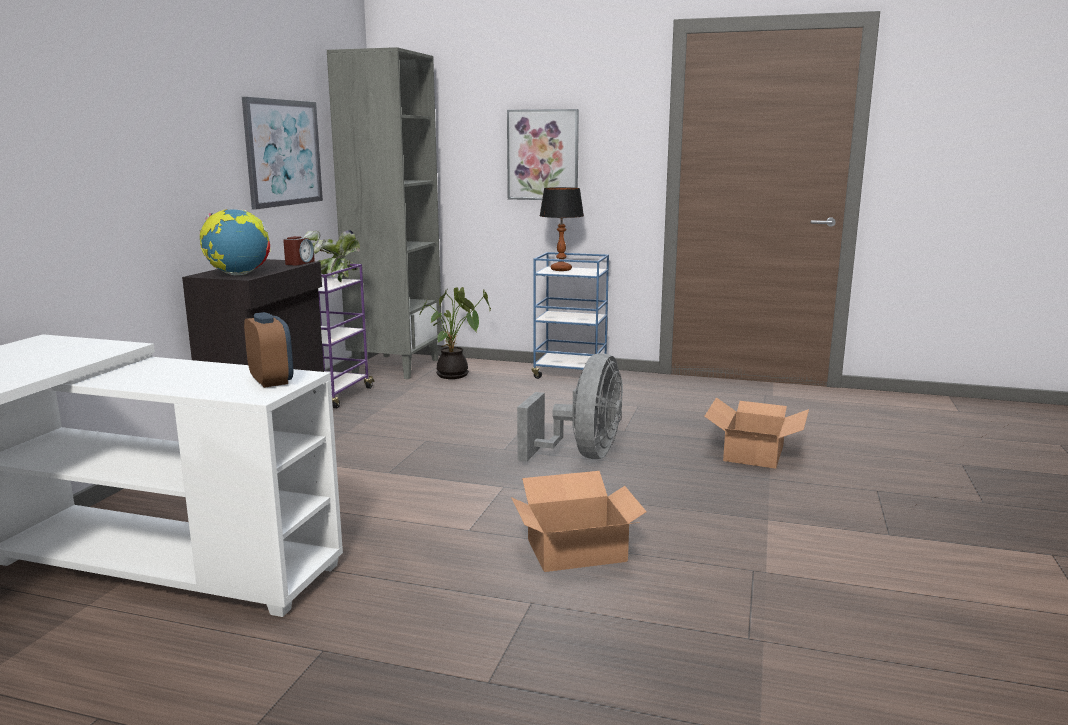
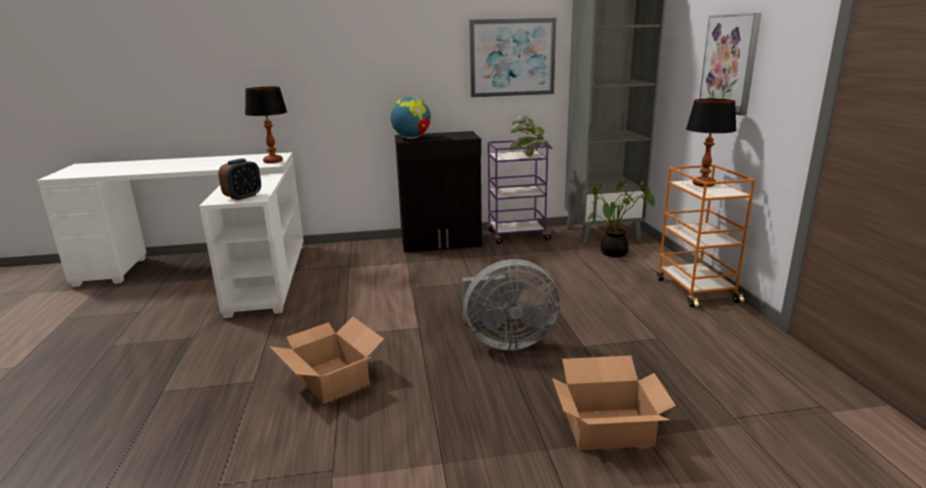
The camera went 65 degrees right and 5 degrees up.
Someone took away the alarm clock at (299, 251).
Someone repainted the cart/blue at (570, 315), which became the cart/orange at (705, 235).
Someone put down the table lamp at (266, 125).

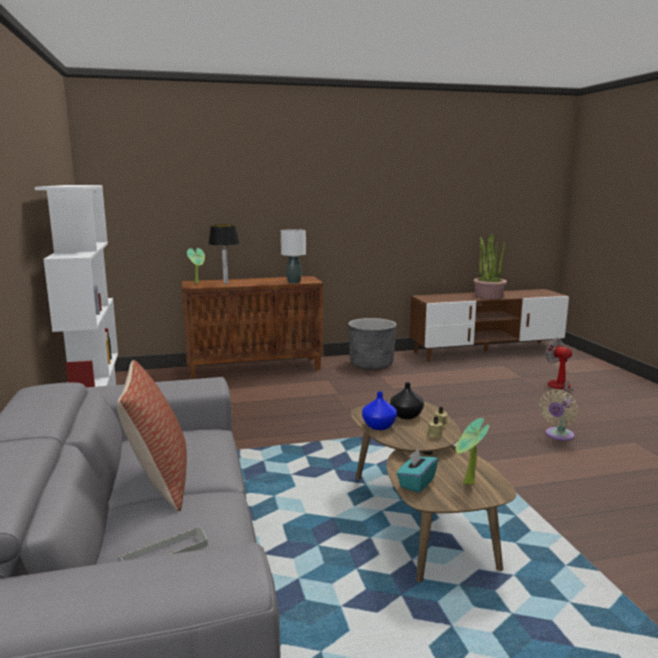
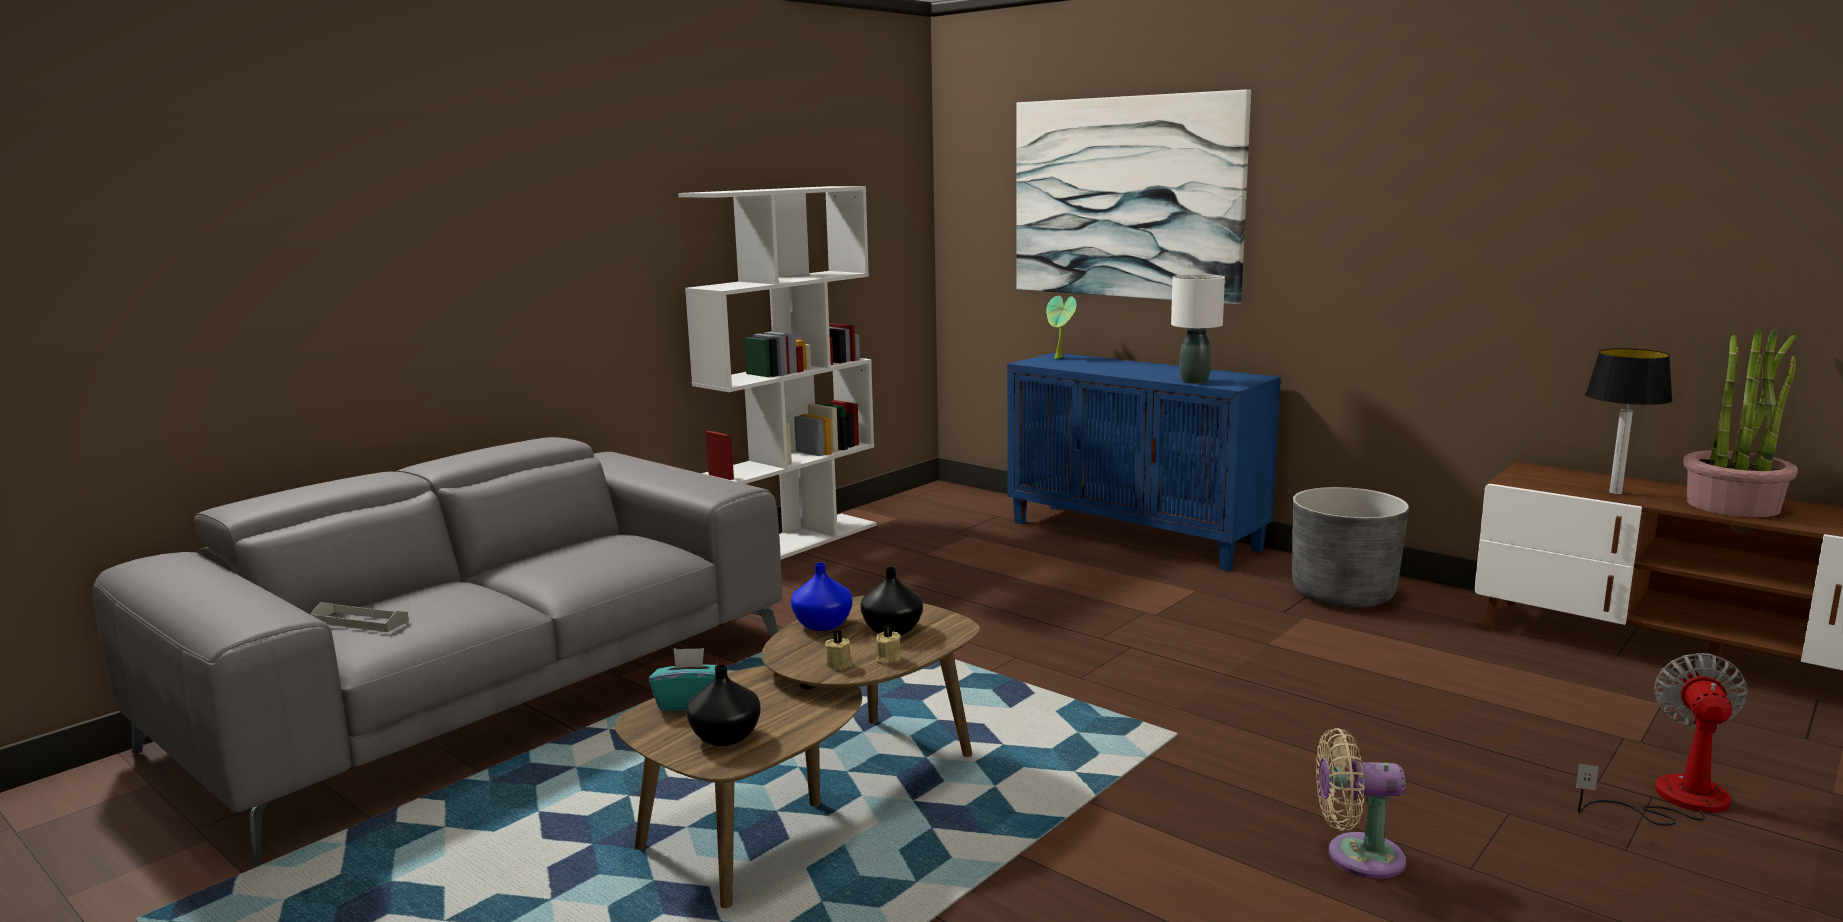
The camera went 55 degrees right and 0 degrees up.
Someone carried the table lamp from (224, 254) to (1629, 421).
Someone repainted the cabinet/brown at (253, 327), which became the cabinet/blue at (1144, 461).
Someone took away the pillow at (152, 435).
Someone swapped the potted plant at (472, 451) for the vase/black at (723, 705).
Someone put up the picture at (1133, 197).

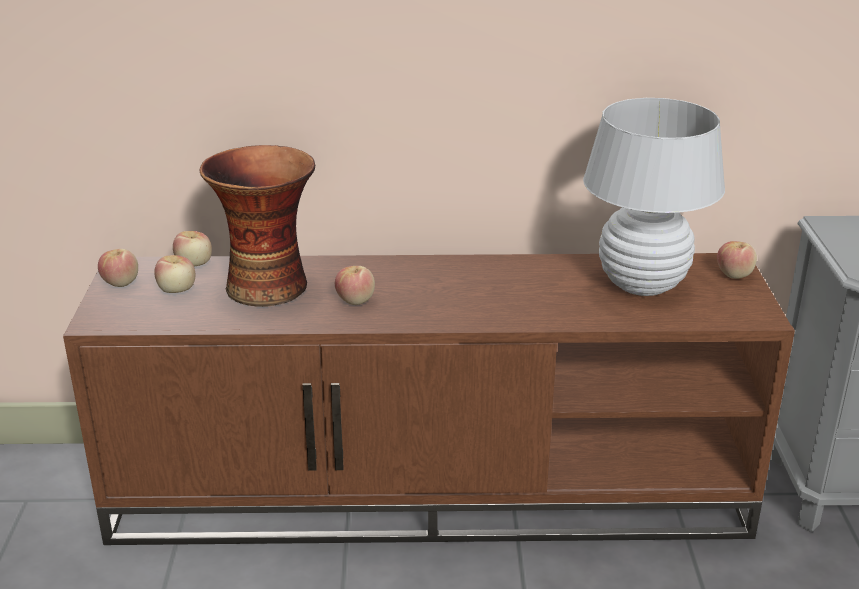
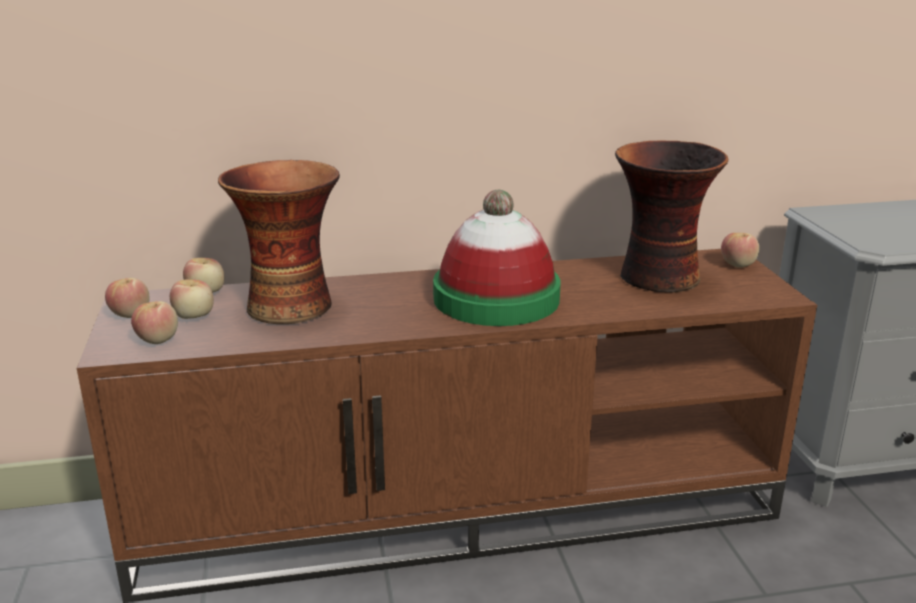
The camera went 10 degrees left and 5 degrees down.
Someone swapped the table lamp/white at (654, 197) for the vase at (671, 216).
Someone carried the apple from (355, 285) to (154, 322).
Someone put down the hat at (496, 258).

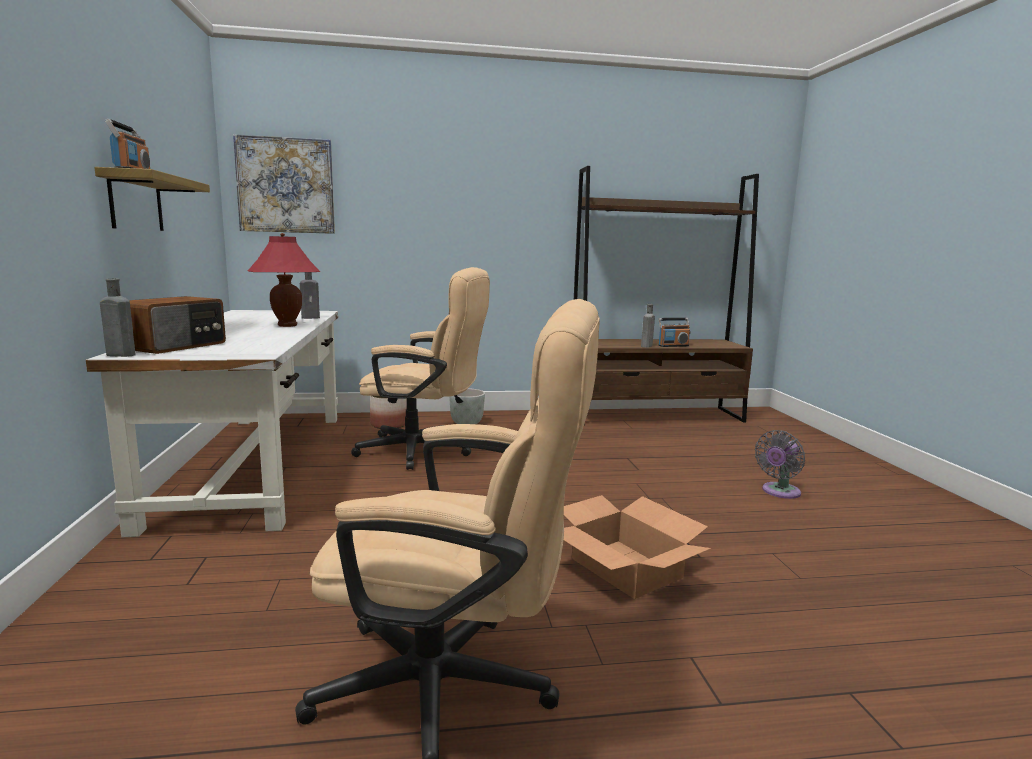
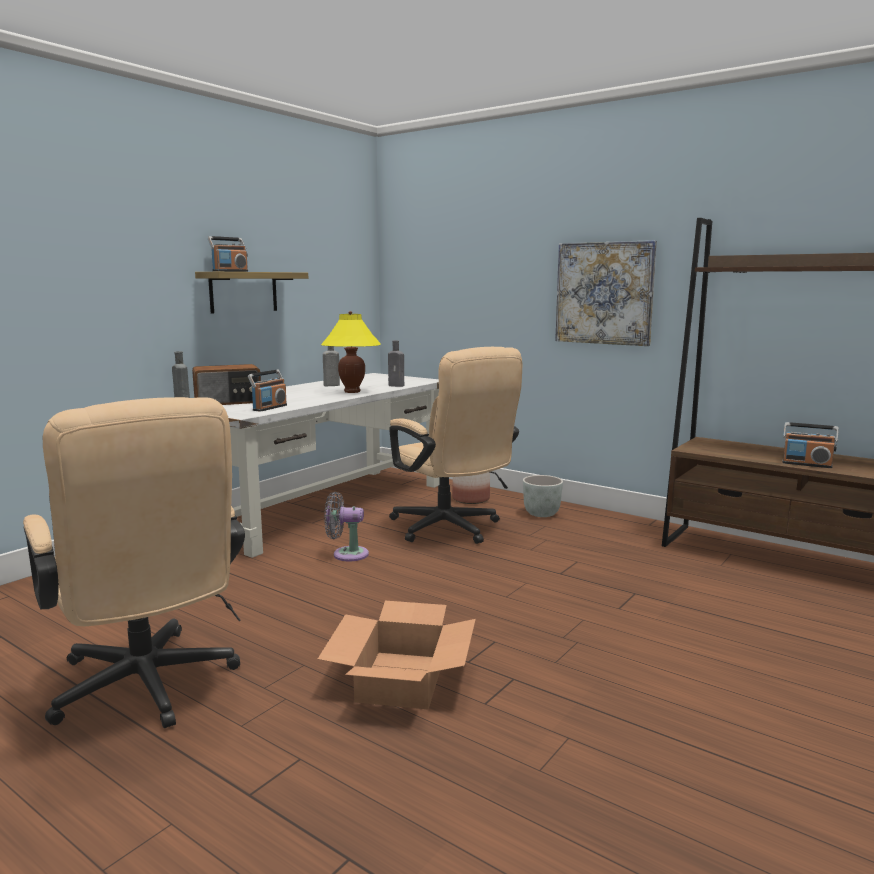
The camera went 45 degrees right and 0 degrees up.
Someone carried the picture from (284, 184) to (606, 293).
Someone repainted the table lamp/red at (284, 280), which became the table lamp/yellow at (351, 352).
Someone carried the bottle/grey from (648, 326) to (331, 366).
Someone carried the fan/grey from (780, 464) to (347, 526).
Someone put down the radio at (267, 391).

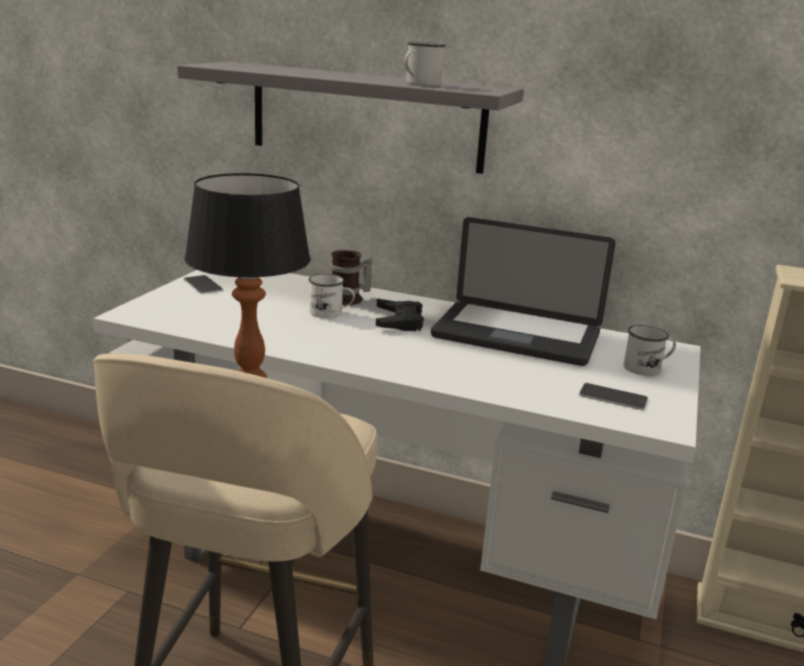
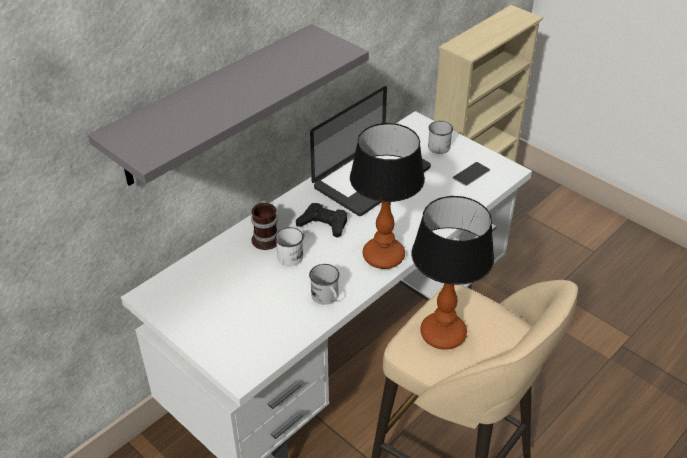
The camera went 65 degrees left and 20 degrees up.
Someone carried the mug/white from (425, 64) to (324, 284).
Someone took away the phone at (203, 284).
Someone put down the table lamp at (387, 196).

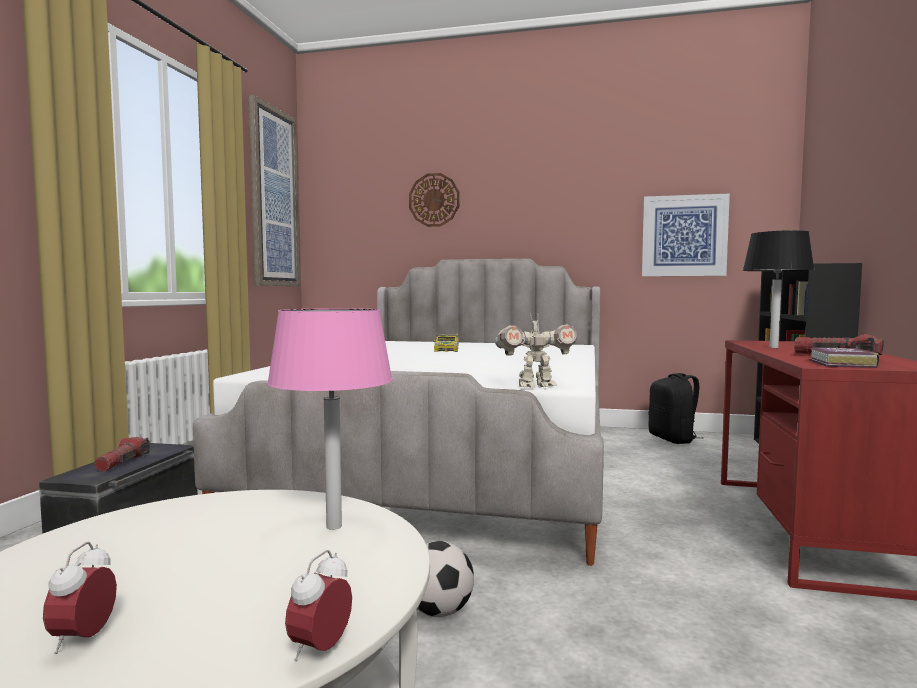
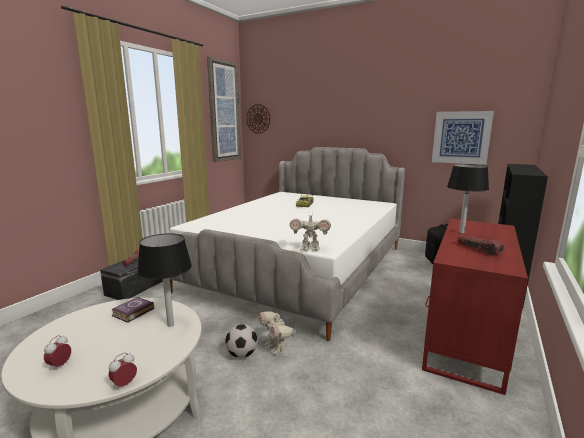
The camera went 15 degrees right and 10 degrees up.
Someone carried the wall clock from (434, 200) to (258, 119).
Someone repainted the table lamp/pink at (330, 419), which became the table lamp/black at (164, 280).
Someone carried the book from (844, 357) to (132, 310).
Someone put down the toy robot at (276, 332).

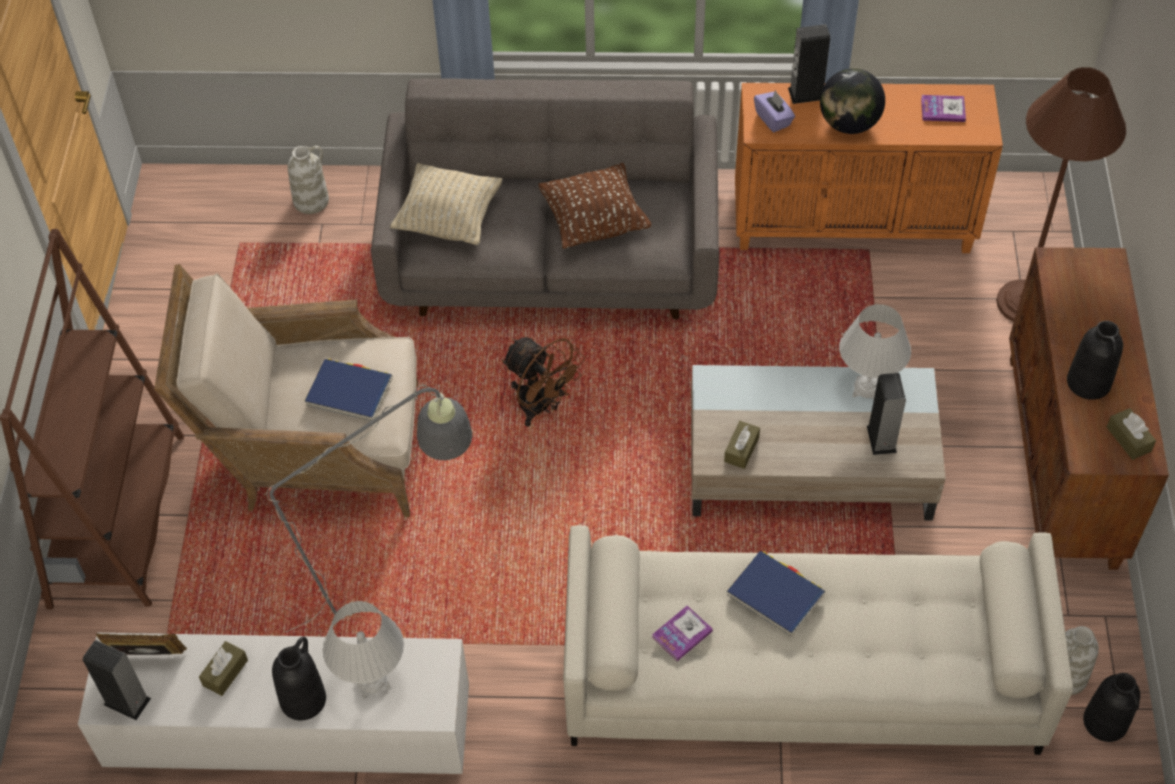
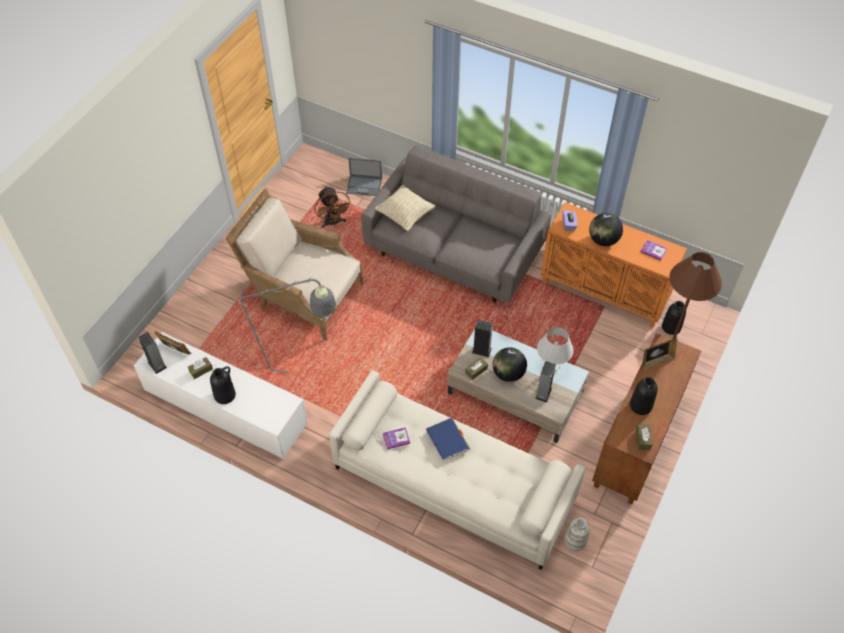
The camera went 25 degrees right and 0 degrees up.
Someone carried the speaker from (809, 64) to (482, 338).
Someone swapped the vase/white at (308, 180) for the laptop at (364, 177).
Someone took away the pillow/brown at (594, 206).
Someone took away the bookcase/brown at (92, 419).
Someone carried the fan/brown from (543, 381) to (333, 207).
Someone took away the book/blue at (348, 390).
Someone took away the table lamp/white at (363, 650).
Someone carried the vase/black from (1111, 707) to (674, 318).
Someone put down the picture frame at (659, 354).
Someone put down the globe at (509, 364).

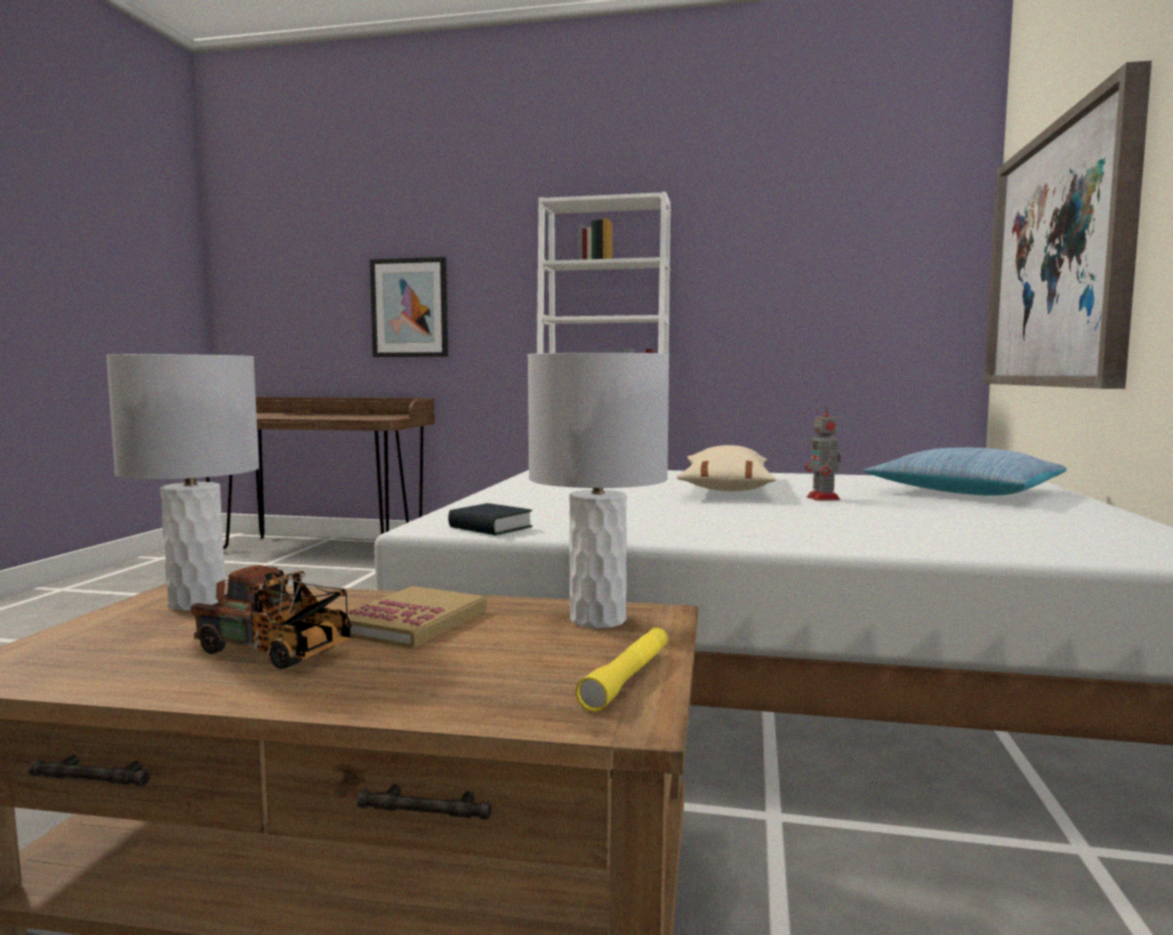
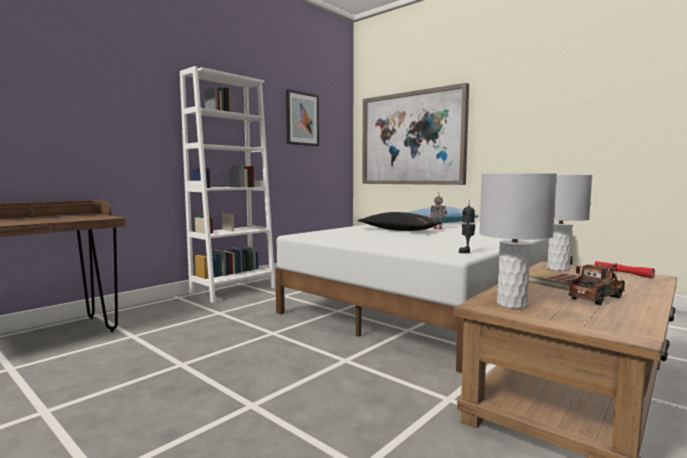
The camera went 60 degrees left and 0 degrees up.
Someone carried the picture from (409, 307) to (302, 117).
Someone repainted the pillow/beige at (726, 468), which became the pillow/black at (400, 221).
Someone swapped the book at (490, 519) for the toy robot at (467, 229).
Someone repainted the flashlight/yellow at (622, 669), which became the flashlight/red at (624, 269).

